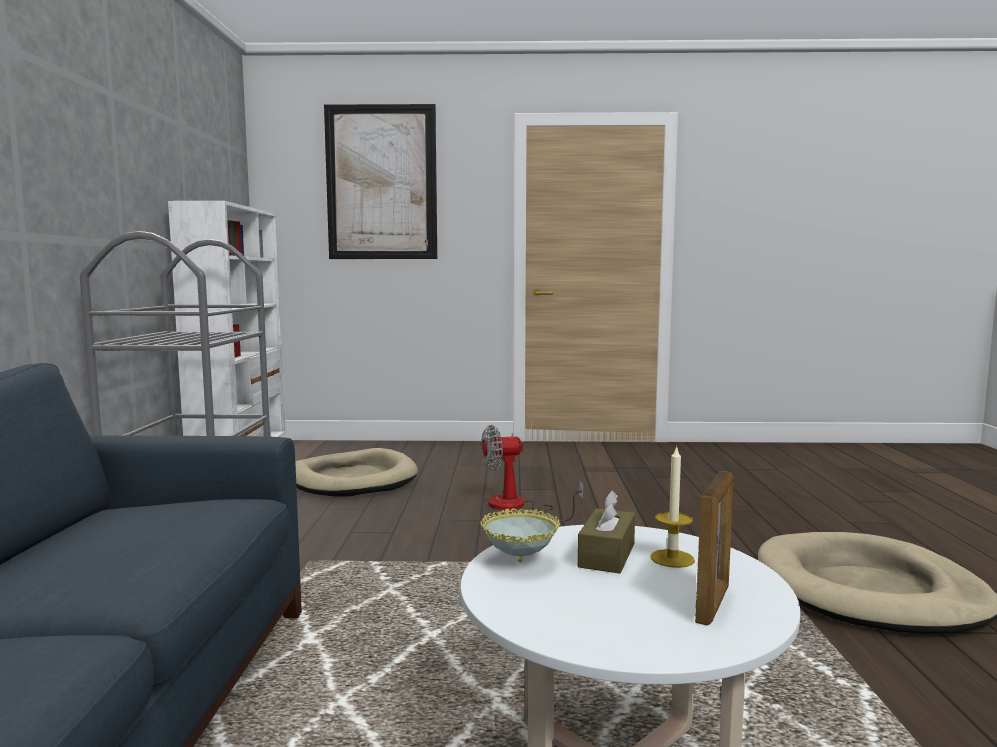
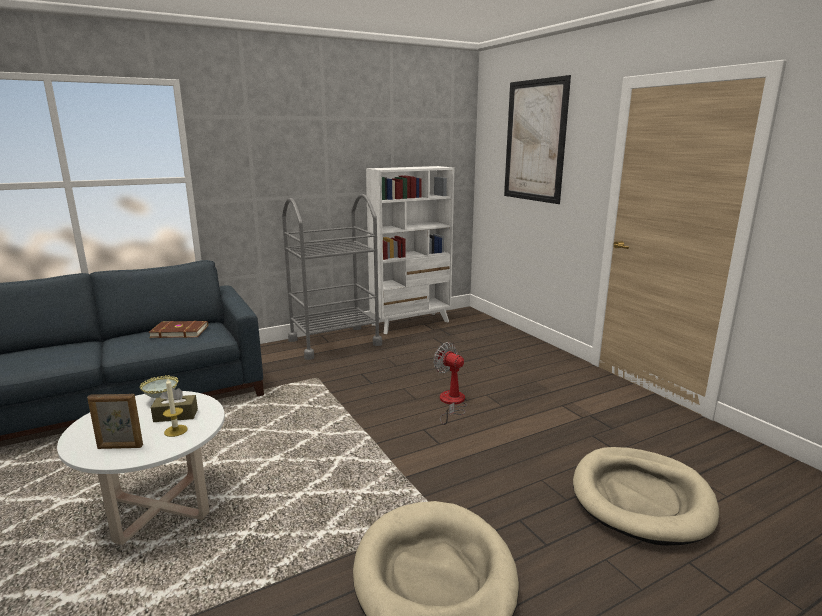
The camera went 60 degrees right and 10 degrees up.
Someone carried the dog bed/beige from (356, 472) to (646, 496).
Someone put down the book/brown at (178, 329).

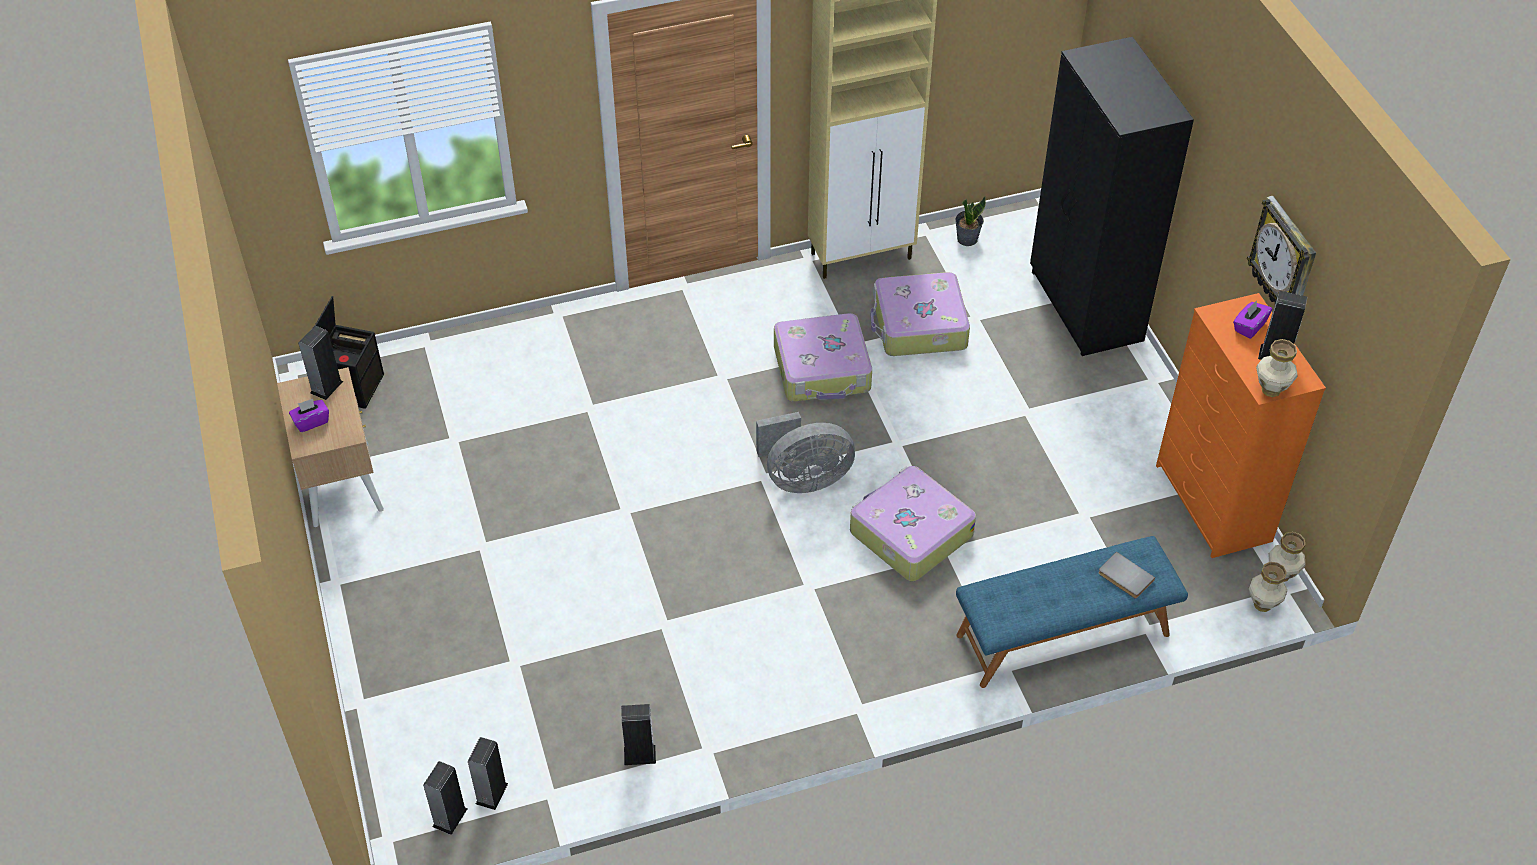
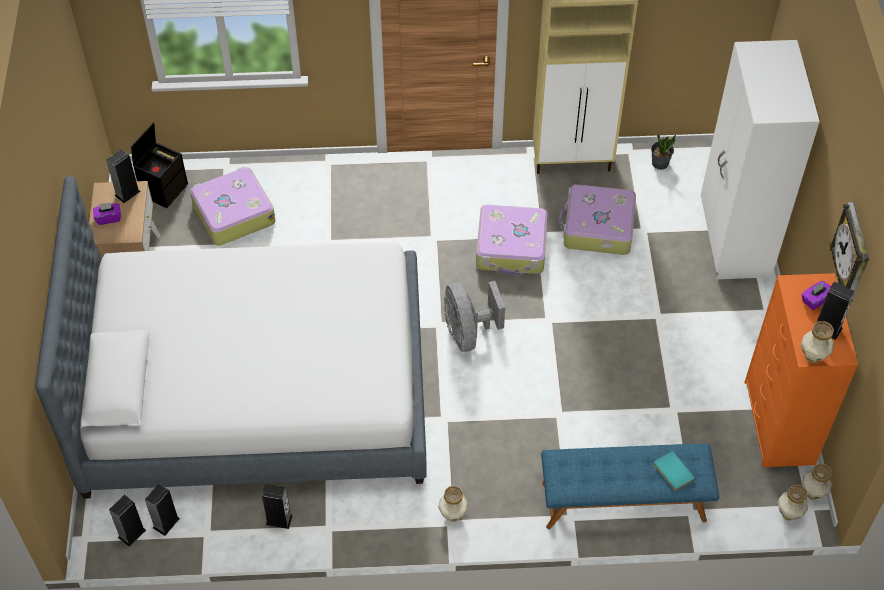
The camera went 15 degrees right and 5 degrees up.
Someone repainted the wardrobe/black at (1112, 196), which became the wardrobe/white at (760, 159).
Someone rotated the fan/grey at (805, 452) by 75 degrees clockwise.
Someone carried the suitcase from (913, 524) to (232, 206).
Someone repainted the book/grey at (1126, 575), which became the book/turquoise at (674, 471).
Someone put down the bed at (231, 337).
Someone put down the vase at (453, 504).

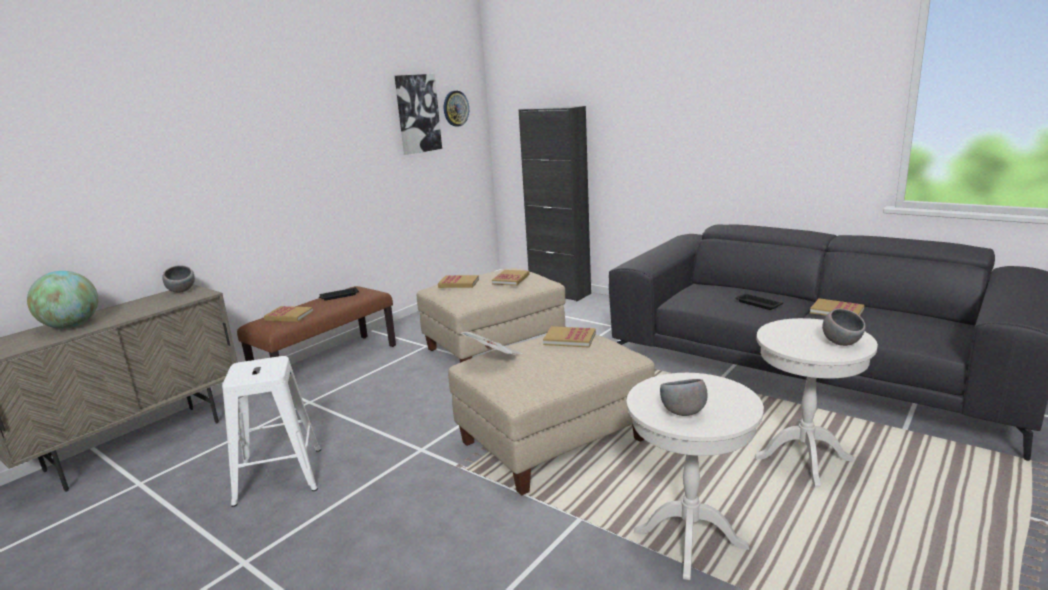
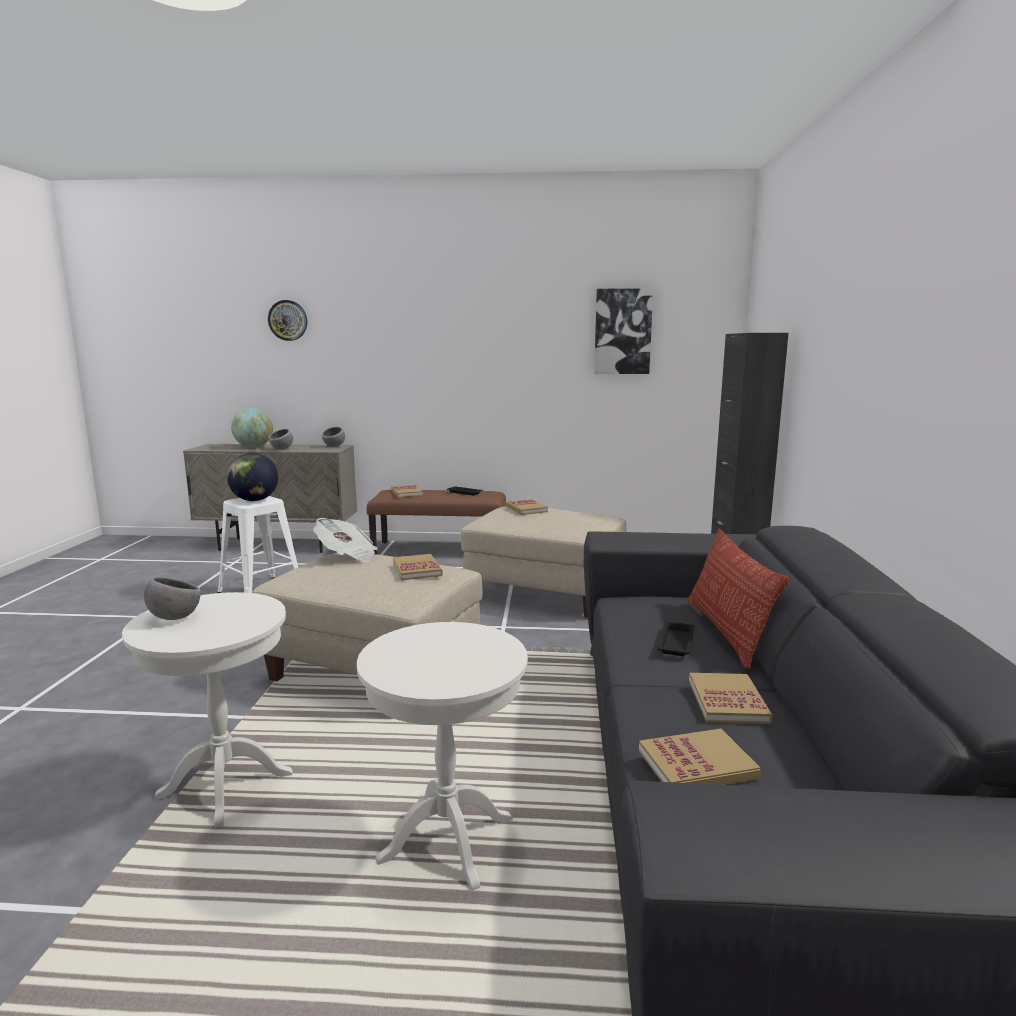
The camera went 55 degrees right and 5 degrees down.
Someone carried the wall clock from (456, 109) to (287, 320).
Someone carried the book from (511, 278) to (700, 757).
Someone carried the bowl/grey from (844, 327) to (281, 439).
Someone put down the globe at (252, 477).
Someone put down the pillow at (738, 599).

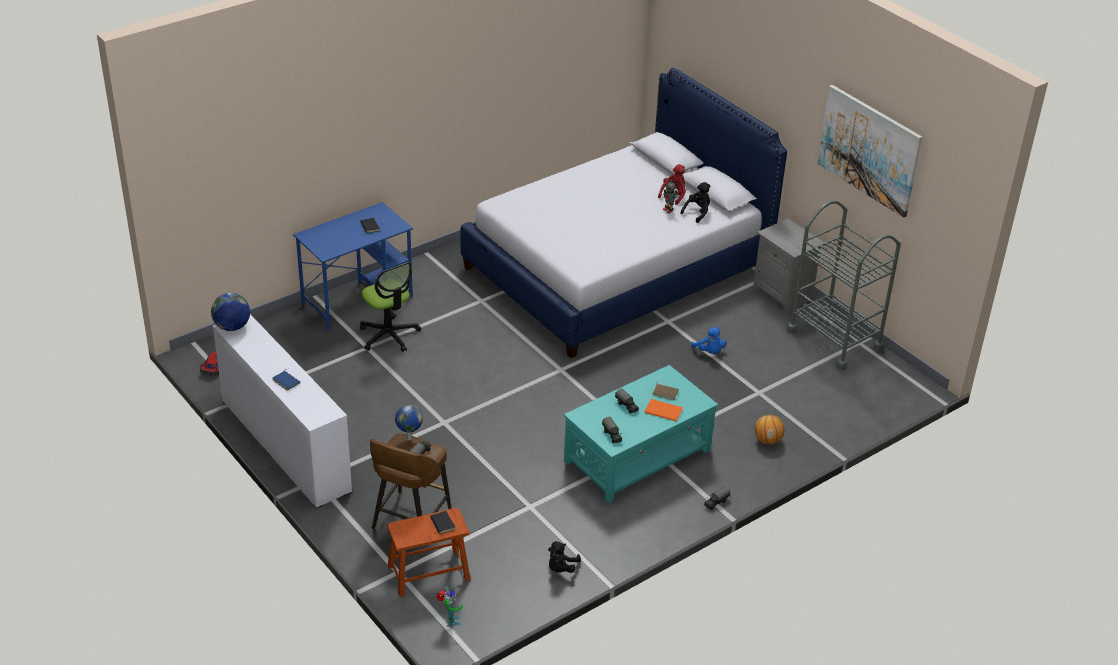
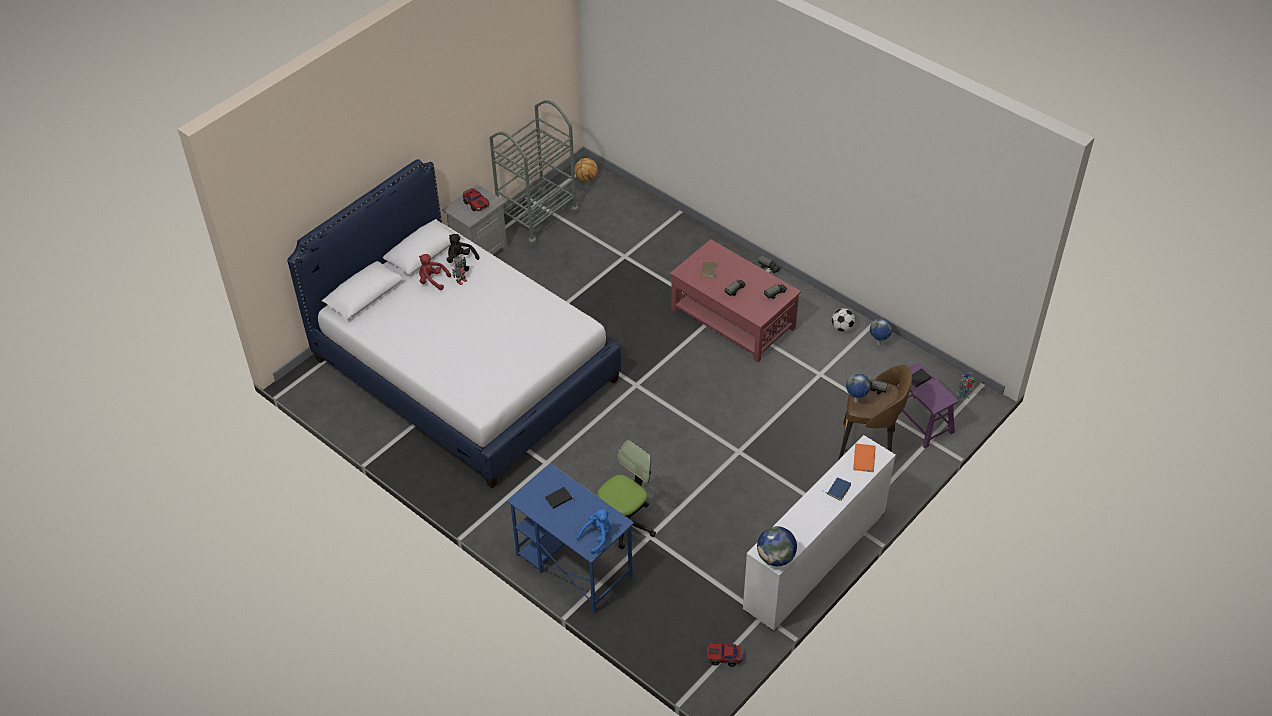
The camera went 100 degrees left and 10 degrees up.
Someone took away the picture at (869, 151).
Someone carried the plush toy/blue from (709, 340) to (593, 531).
Someone repainted the coffee table/turquoise at (641, 434), which became the coffee table/red at (735, 301).
Someone carried the book/orange from (663, 410) to (864, 457).
Someone carried the basketball from (769, 429) to (586, 169).
Someone repainted the stool/brown at (429, 552), which became the stool/purple at (927, 405).
Someone swapped the plush toy/black at (564, 557) for the globe at (881, 331).
Someone put down the toy car at (476, 199).
Someone put down the football at (843, 320).

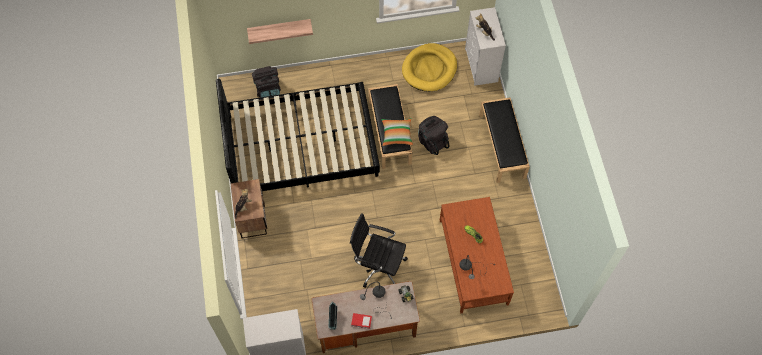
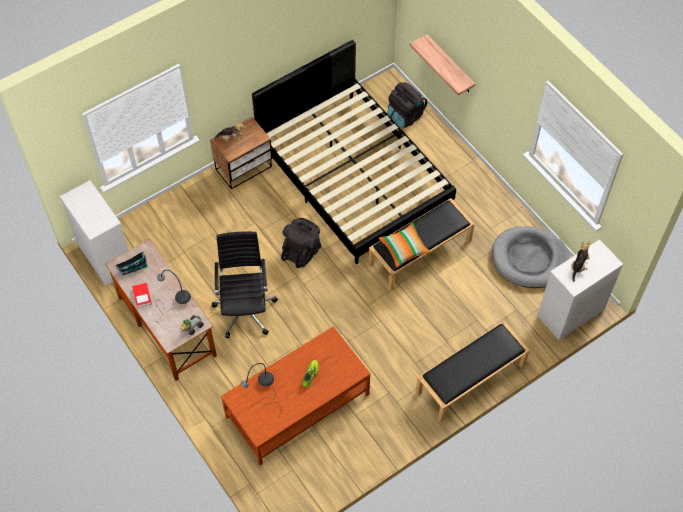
The camera went 65 degrees right and 5 degrees down.
Someone repainted the dog bed/yellow at (429, 67), which became the dog bed/grey at (531, 257).
Someone carried the backpack/black from (433, 135) to (301, 243).

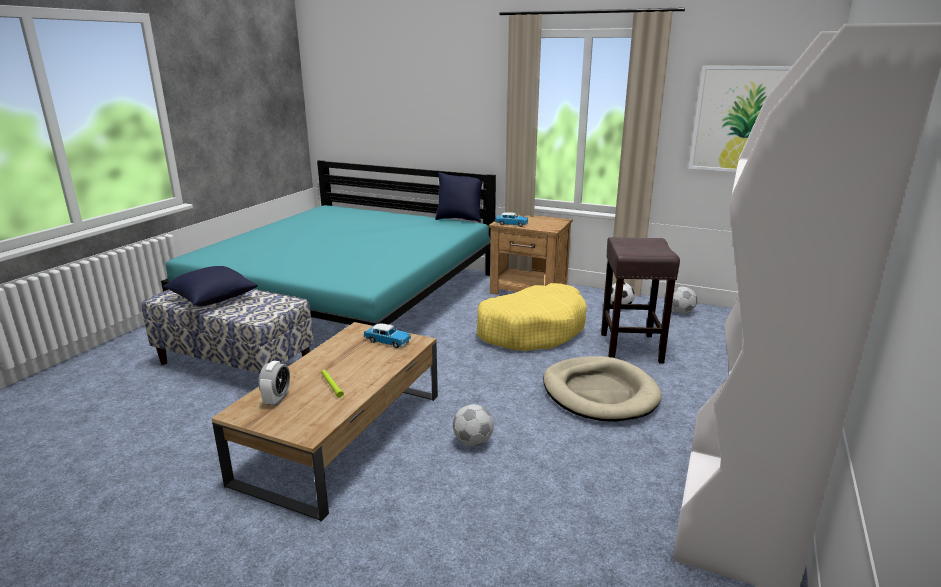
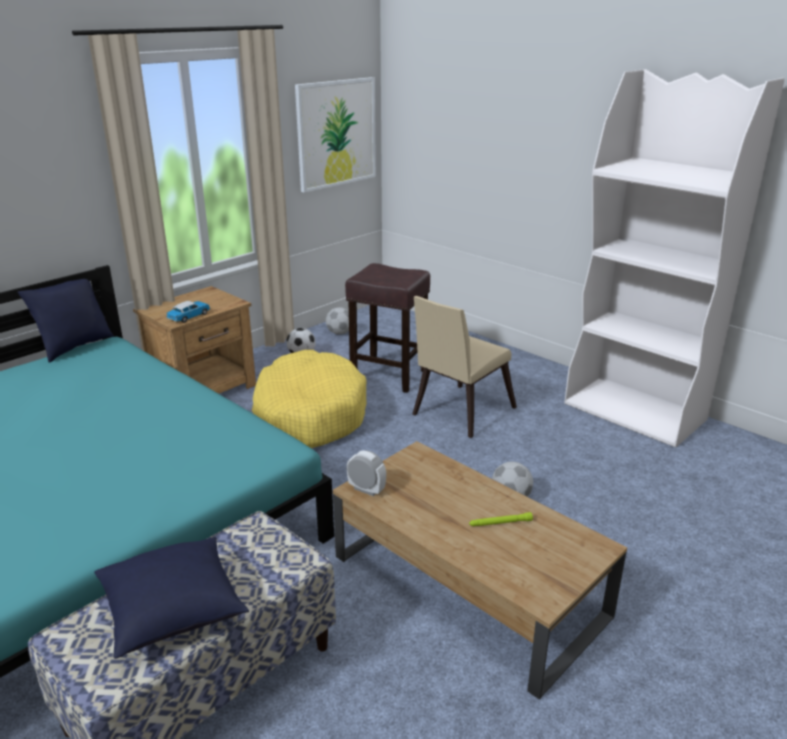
The camera went 70 degrees left and 5 degrees up.
Someone took away the toy car at (387, 335).
Someone swapped the dog bed/beige at (602, 389) for the chair/beige at (464, 367).
Someone carried the alarm clock from (274, 383) to (366, 473).

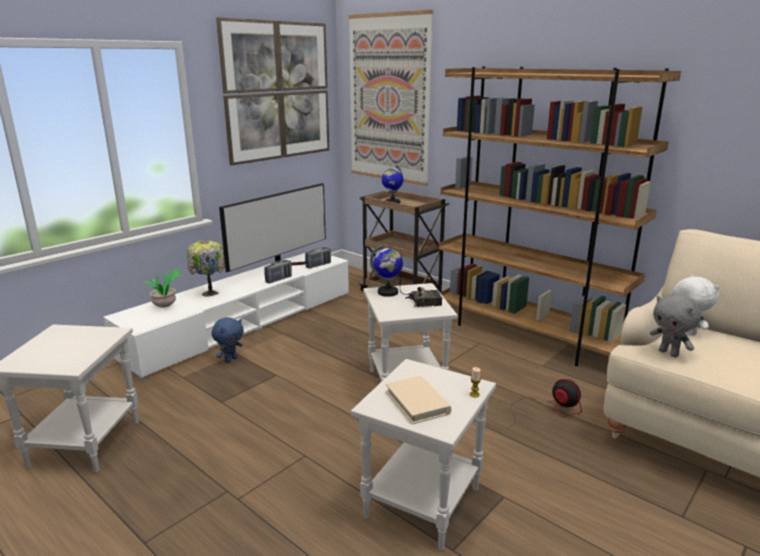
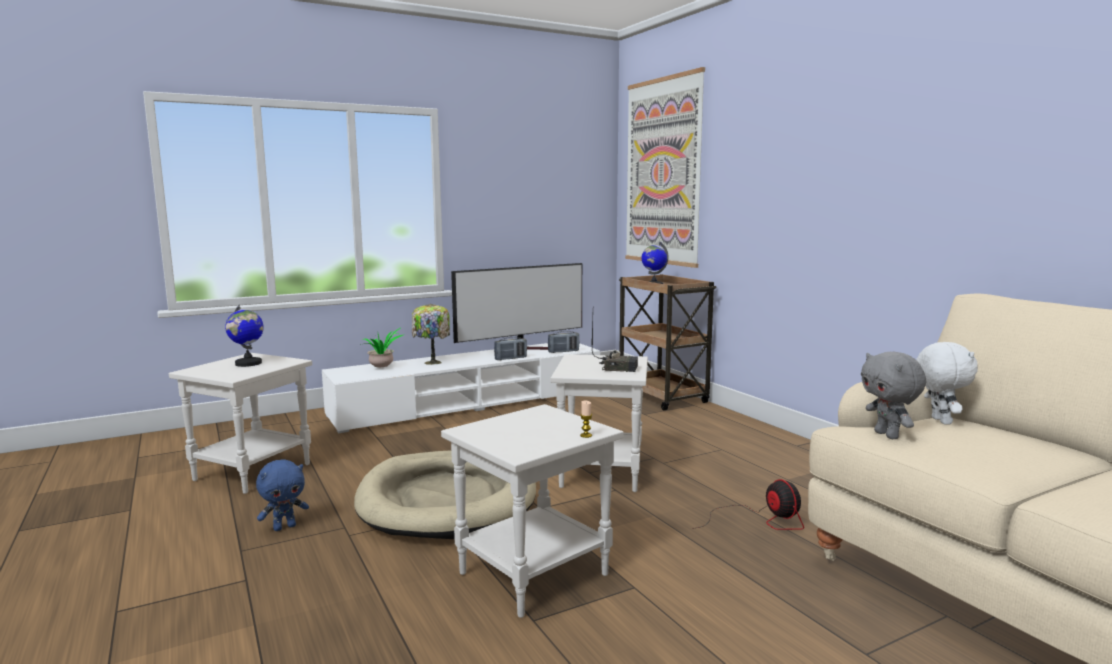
The camera went 20 degrees right and 10 degrees down.
Someone took away the picture at (272, 91).
Someone took away the bookcase/brown at (560, 216).
Someone carried the globe from (386, 270) to (244, 336).
Someone carried the plush toy/blue from (228, 340) to (282, 495).
Someone took away the book/beige at (418, 400).
Someone put down the dog bed/beige at (445, 494).

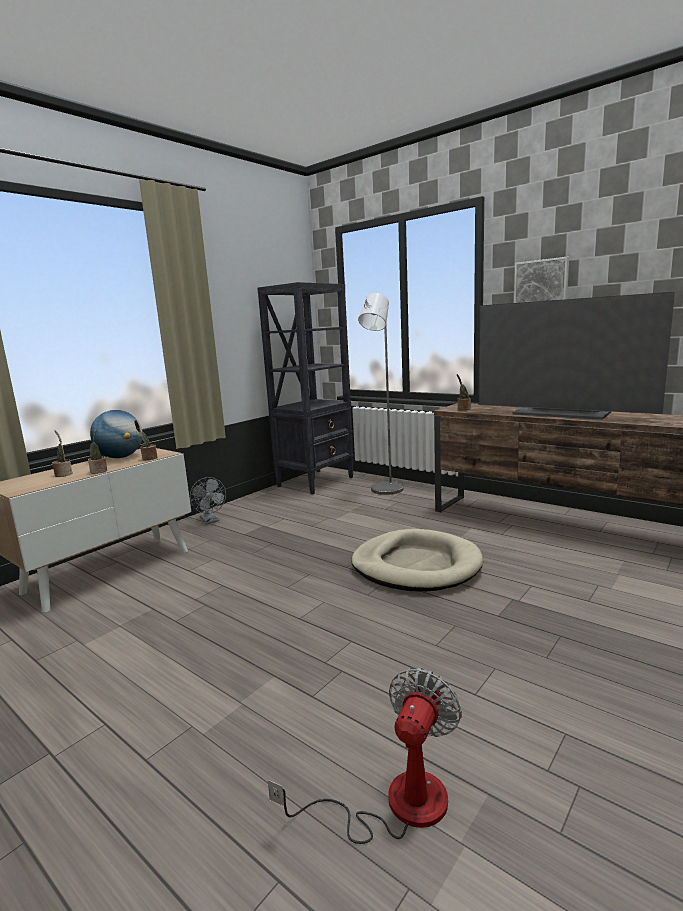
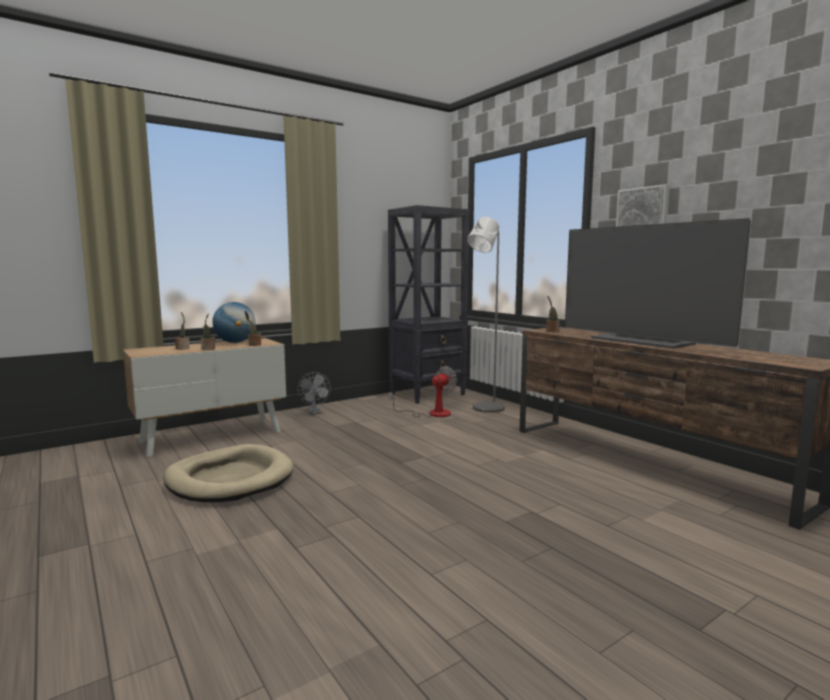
The camera went 15 degrees right and 5 degrees down.
Someone carried the dog bed/beige from (417, 560) to (229, 473).
Someone carried the fan from (365, 756) to (423, 391).

